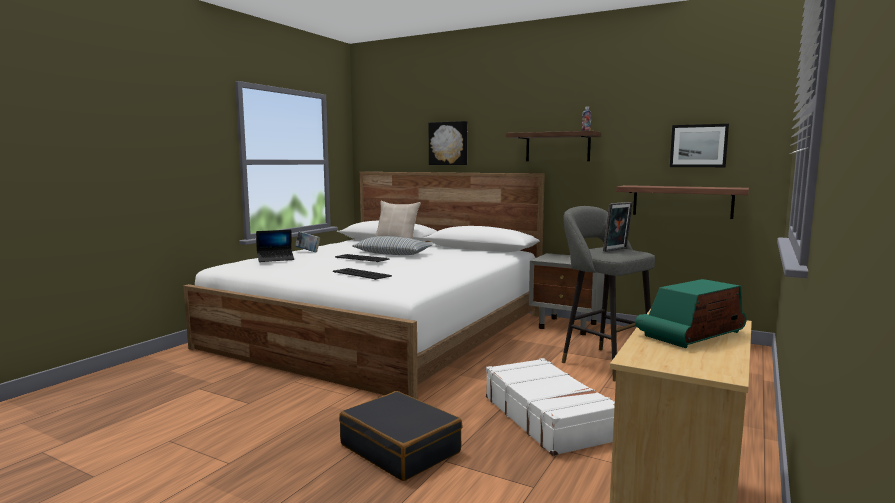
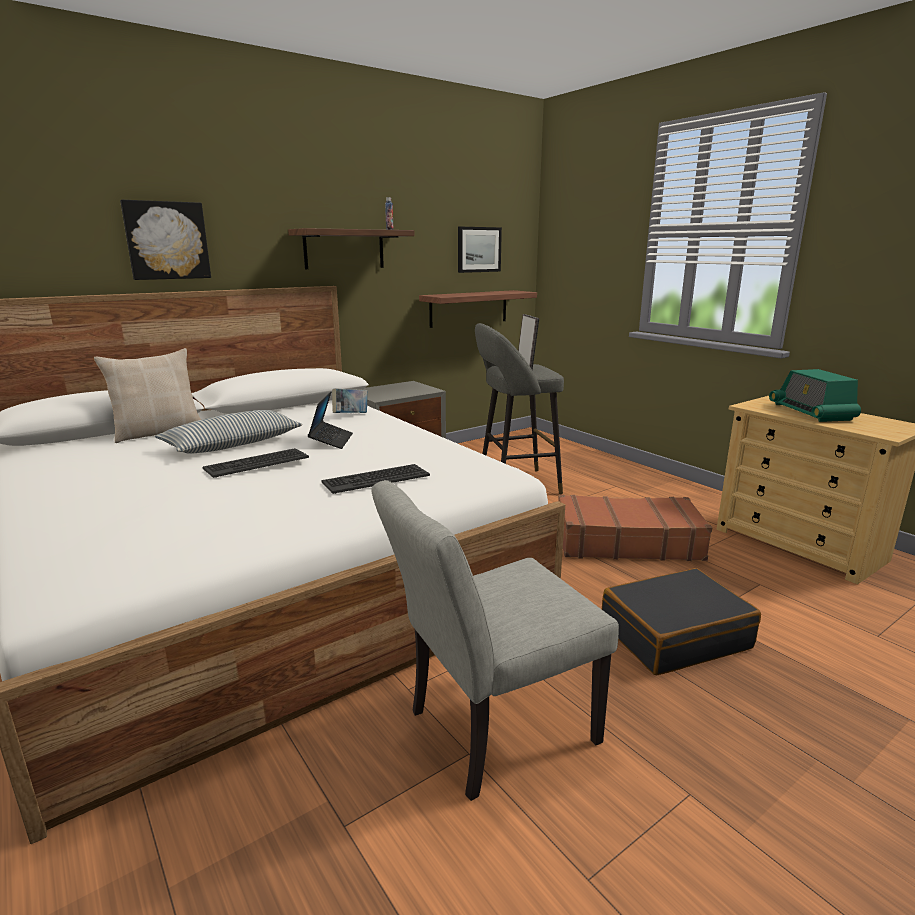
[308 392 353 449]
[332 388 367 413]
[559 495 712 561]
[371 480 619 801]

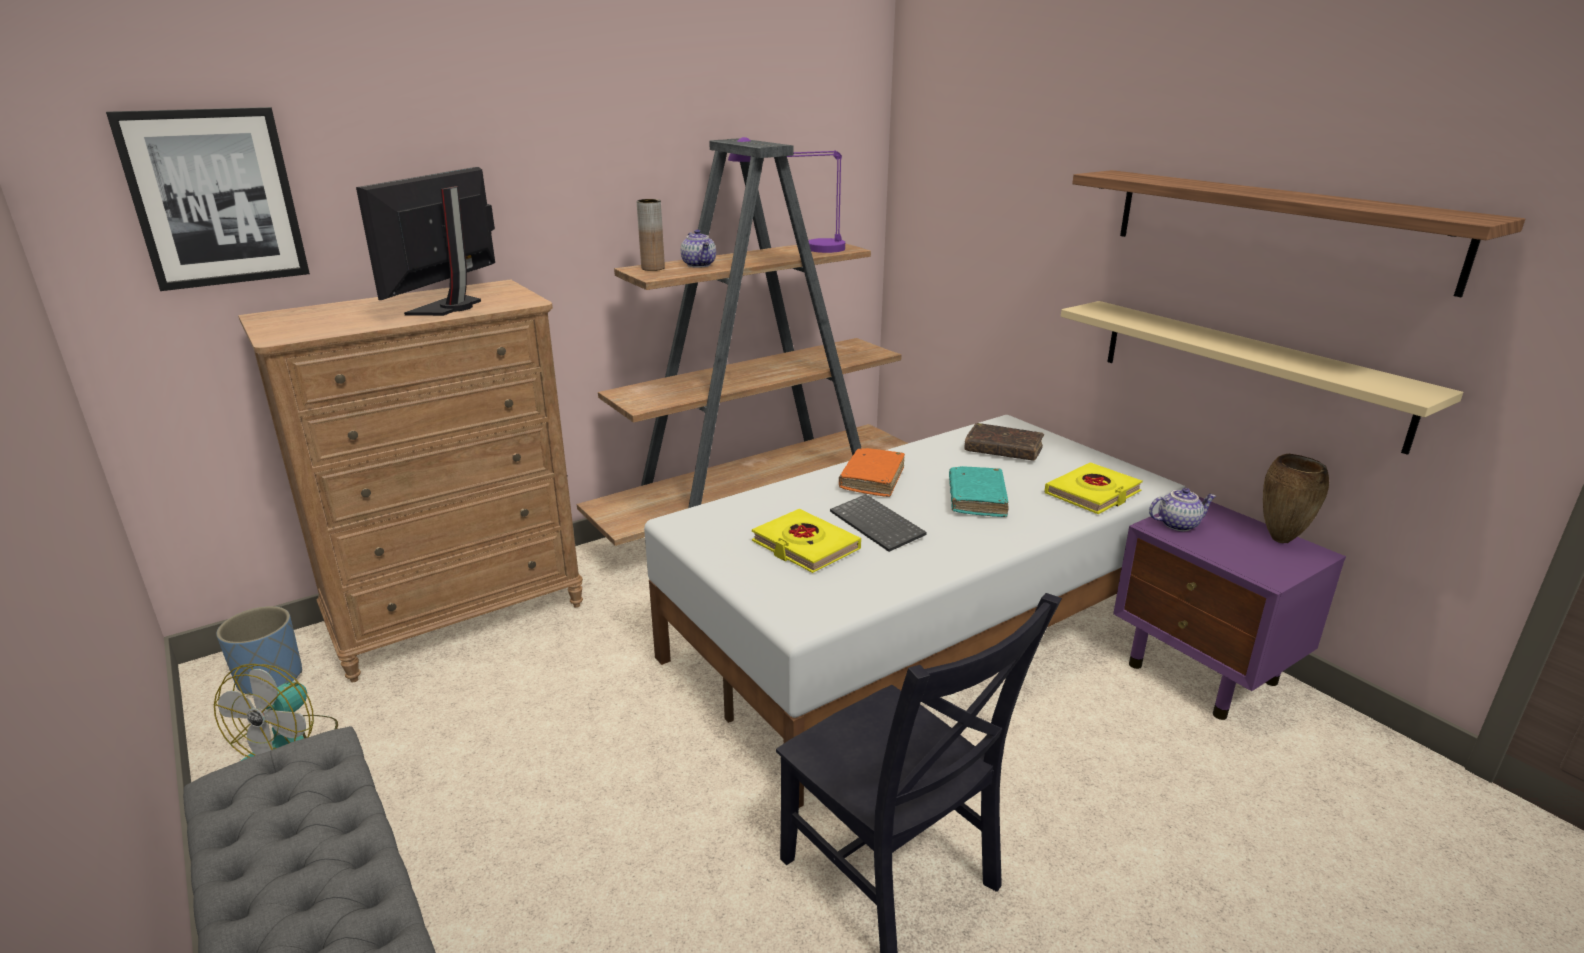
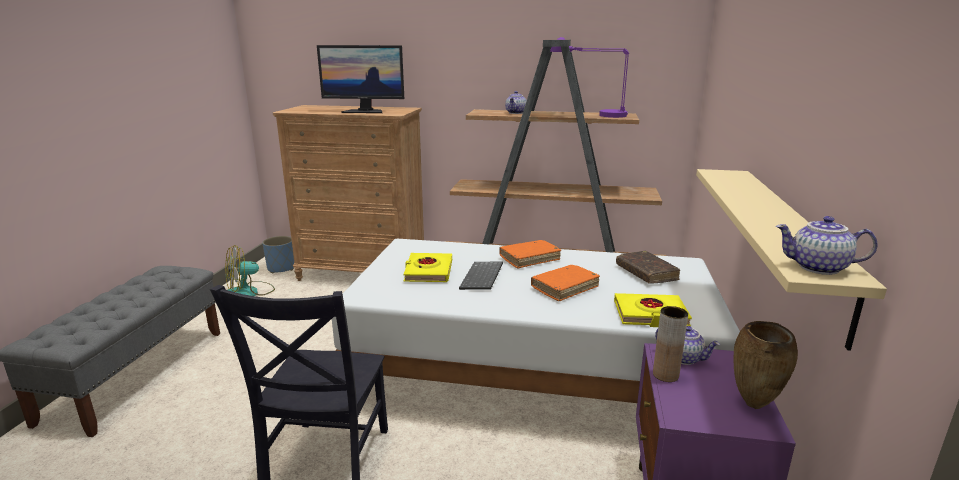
[106 107 310 291] (first image)
[317 45 404 113]
[1072 170 1525 297] (first image)
[653 306 688 382]
[531 265 600 301]
[776 216 878 275]

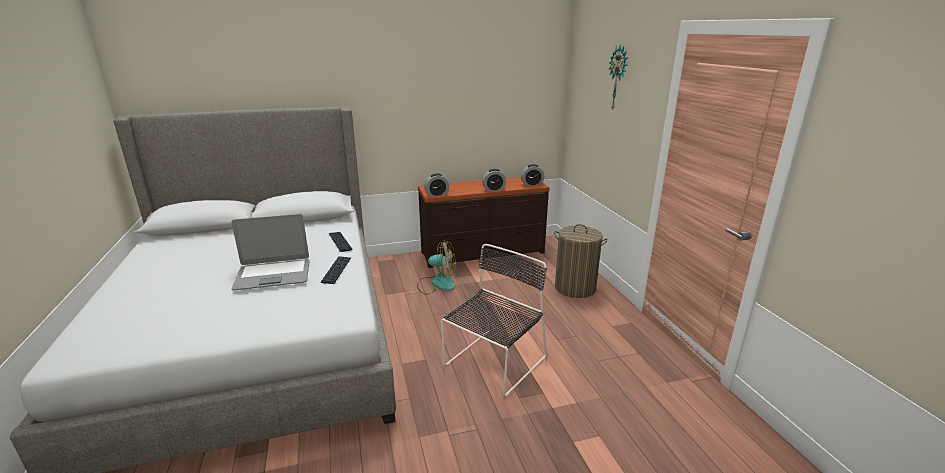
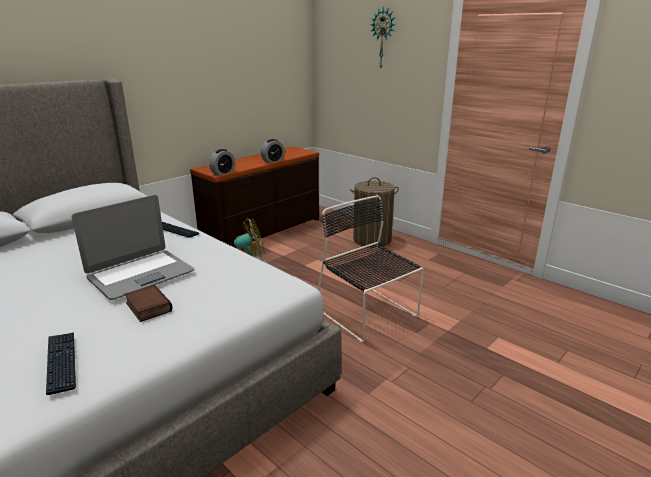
[521 164 544 186] (first image)
[318 195 424 342]
[46 332 76 395]
[124 285 172 322]

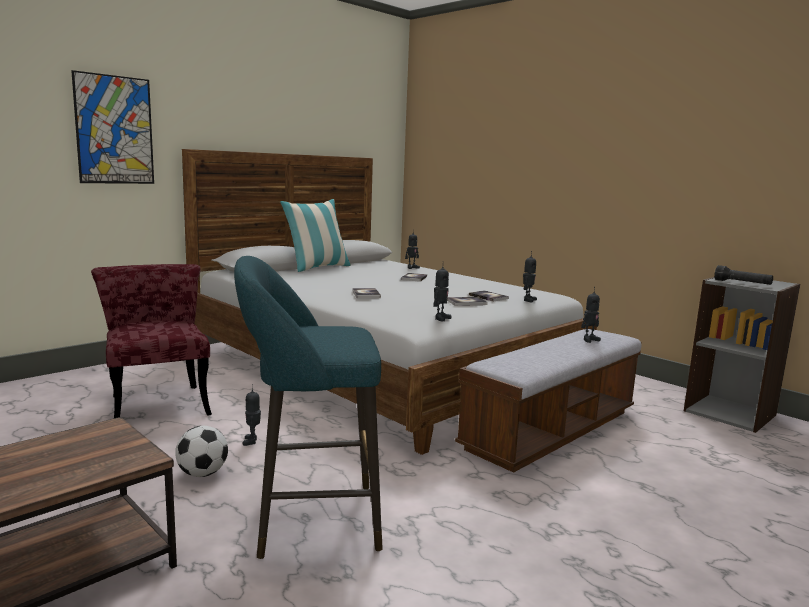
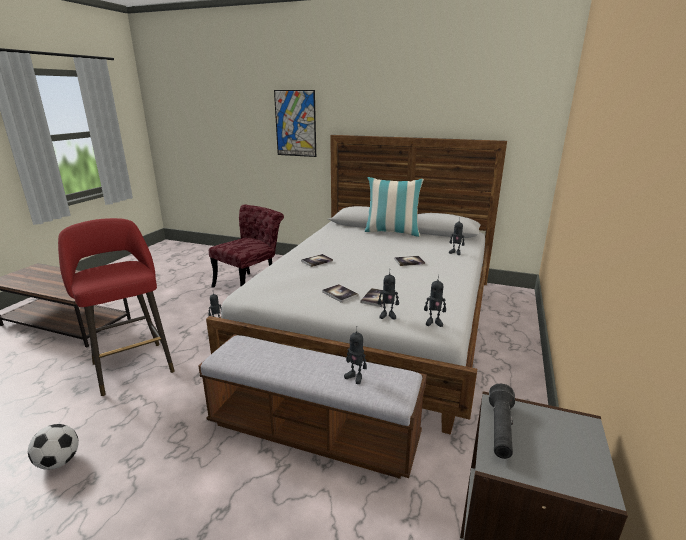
[58 218 174 396]
[424 275 446 327]
[28 424 79 470]

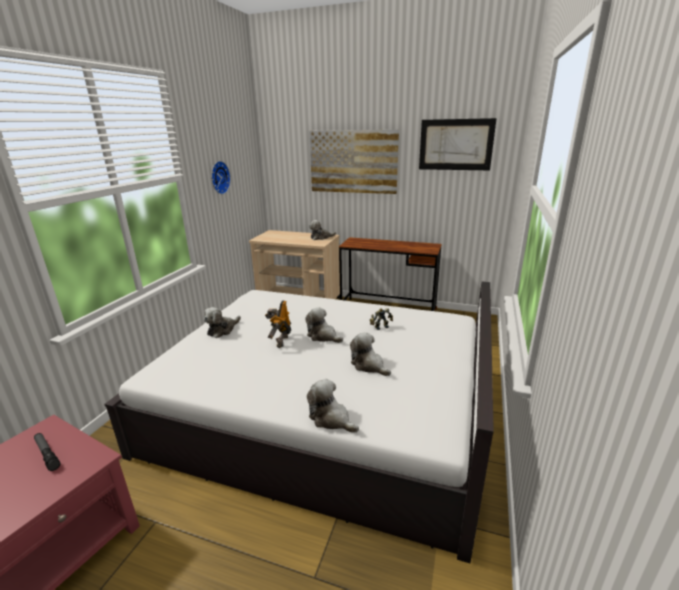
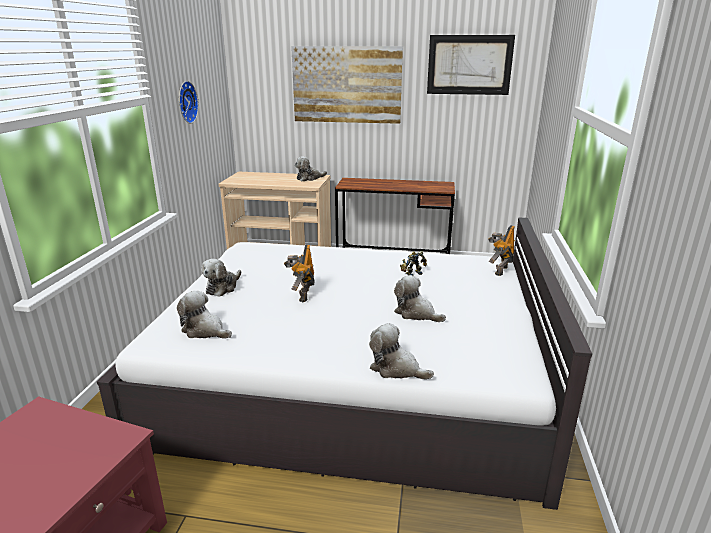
[177 291 232 339]
[34 433 60 471] (first image)
[488 225 515 276]

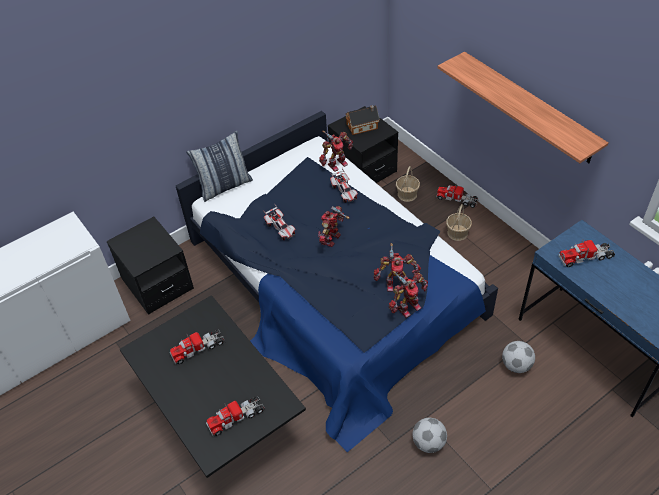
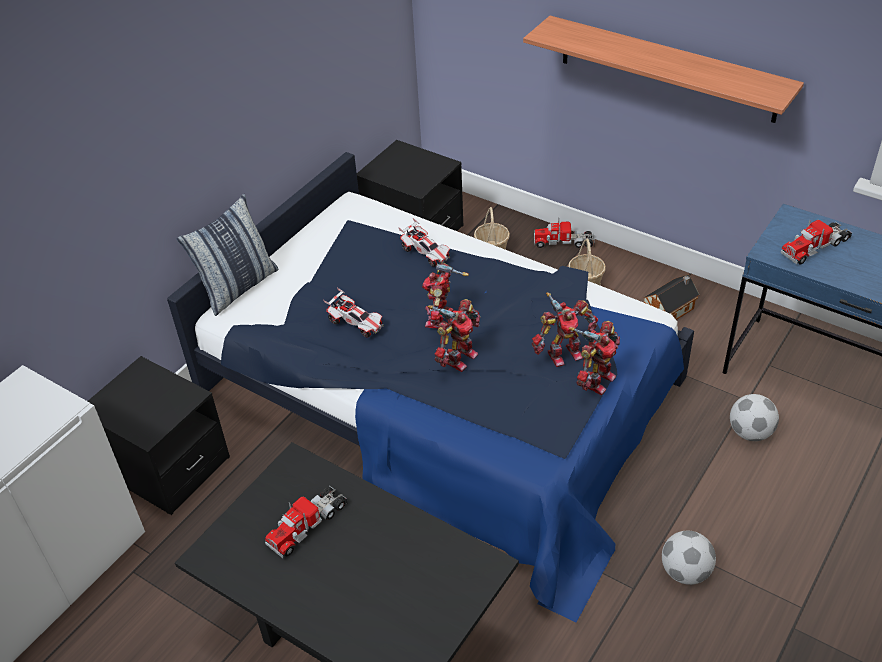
[643 275 699 320]
[427 299 481 372]
[206 396 265 436] (first image)

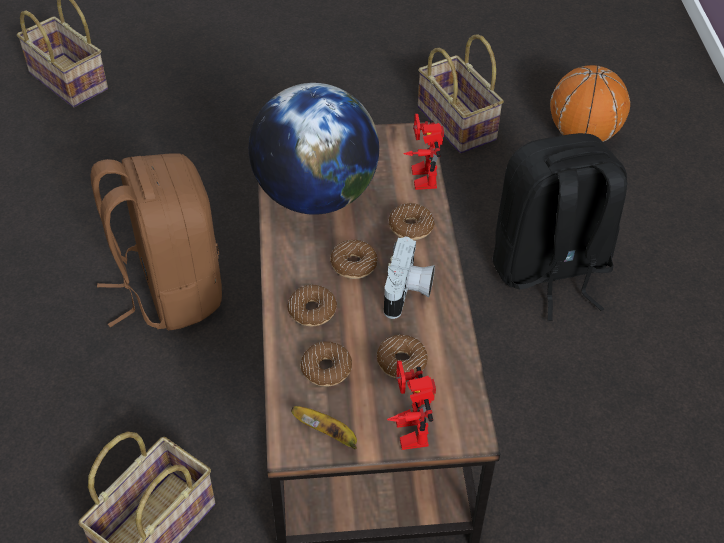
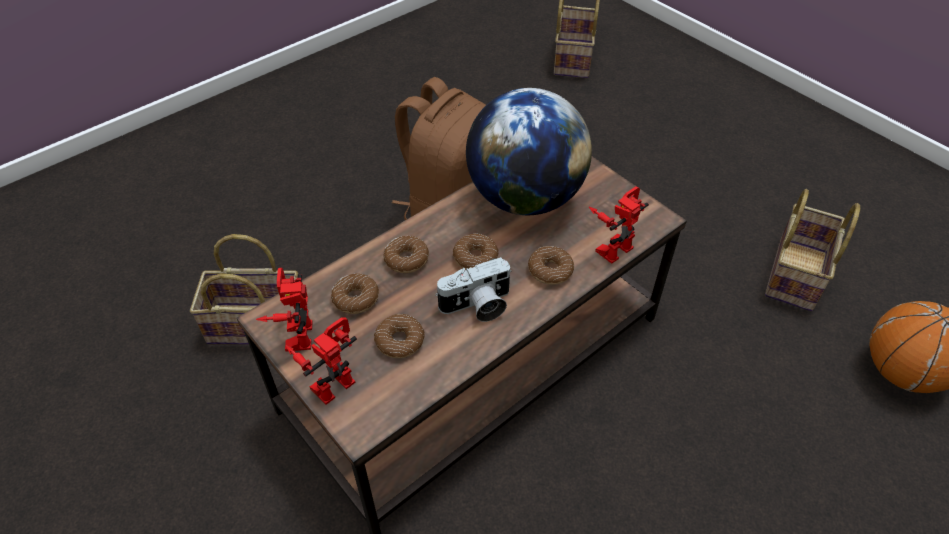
[492 133 627 321] (first image)
[256 268 313 352]

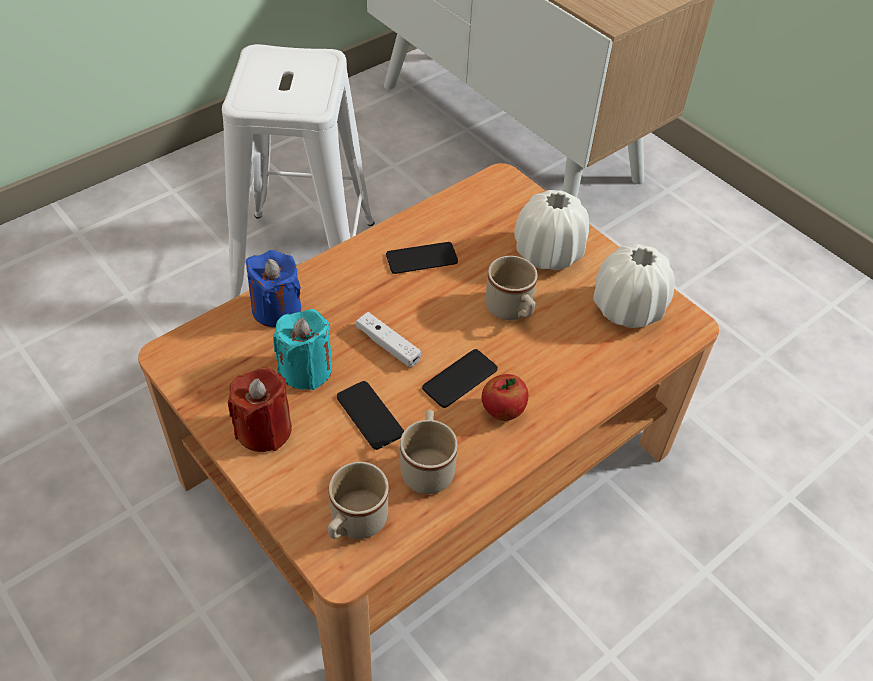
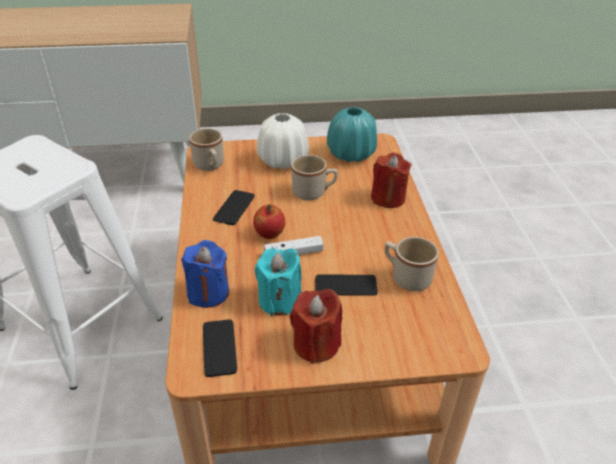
[327 107 377 162]
[203 320 237 377]
[253 204 285 239]
[189 128 224 171]
[371 152 411 208]

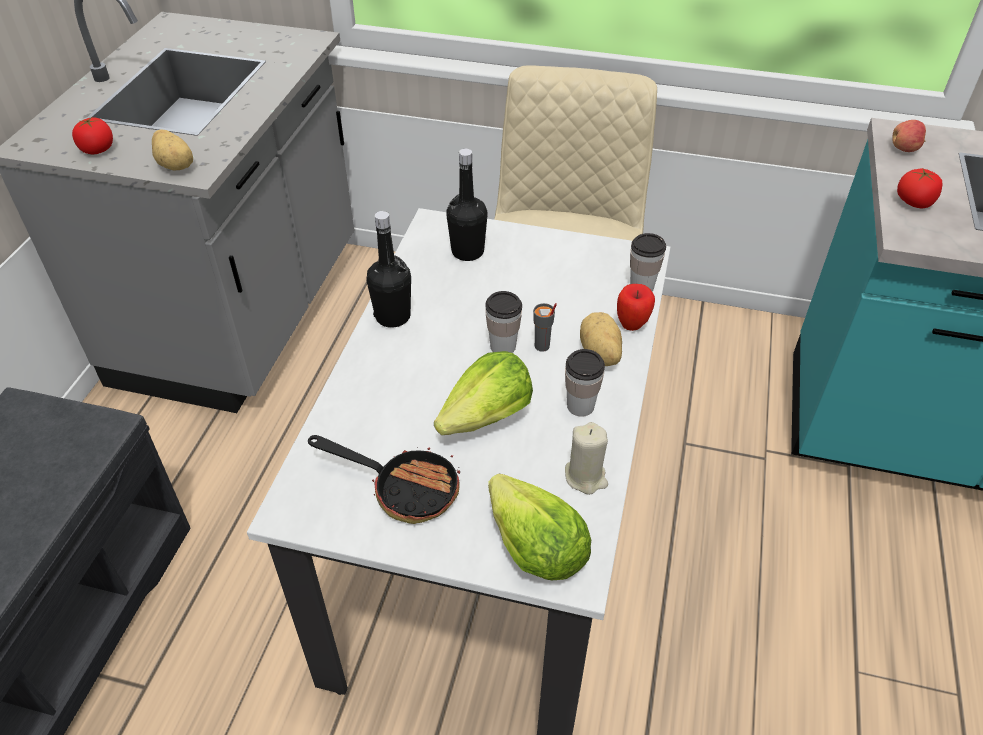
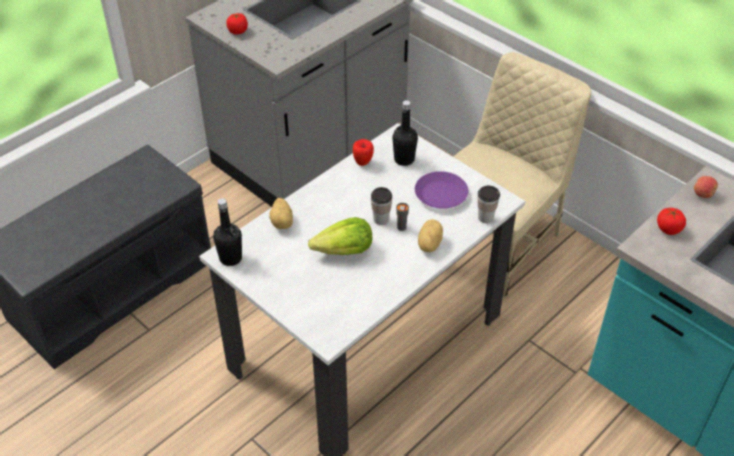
[269 198 293 229]
[213 198 242 266]
[353 139 374 166]
[565 349 605 417] (first image)
[565 422 608 495] (first image)
[308 435 460 524] (first image)
[488 474 591 580] (first image)
[415 171 468 209]

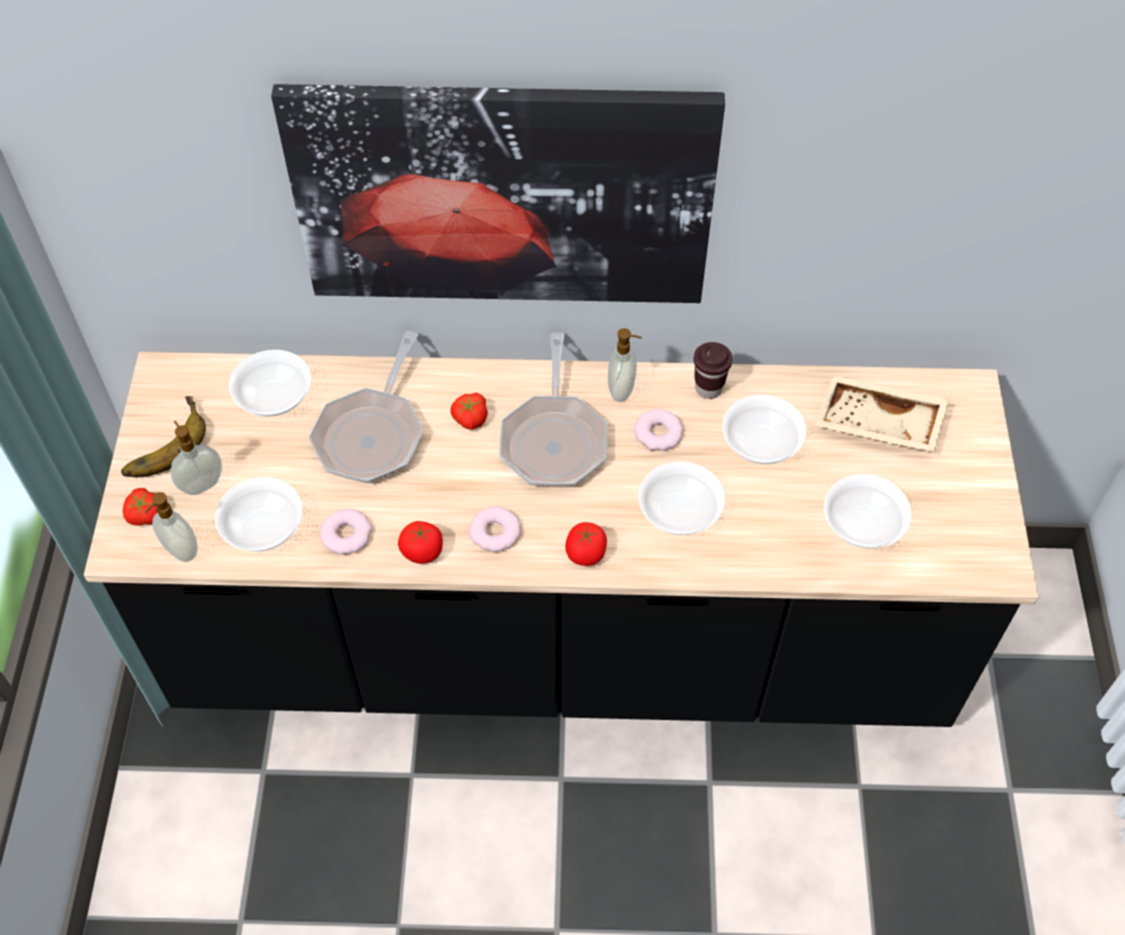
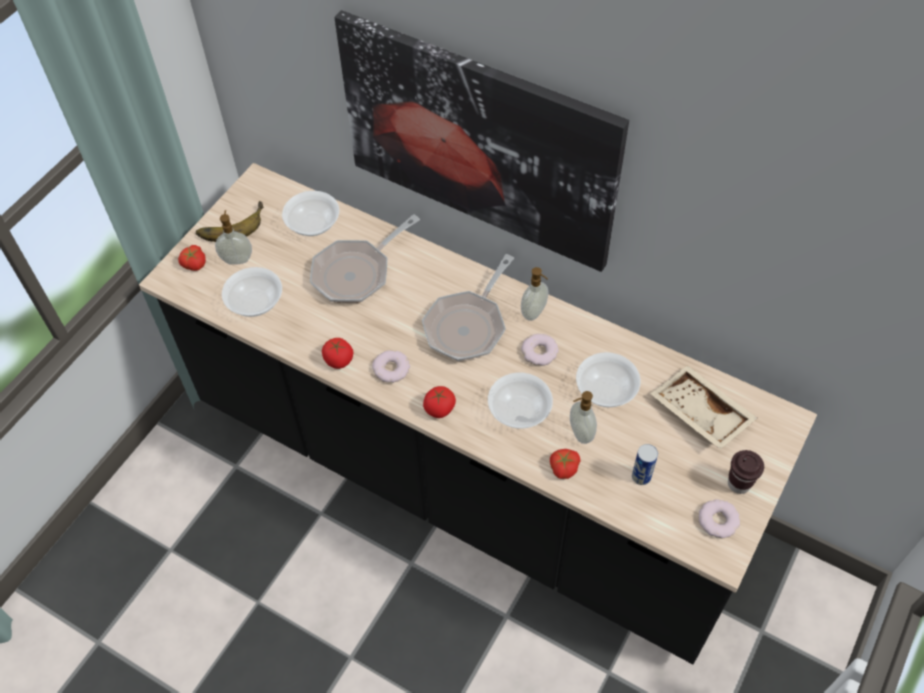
[728 450 764 494]
[550 449 581 479]
[632 444 658 485]
[570 391 597 444]
[698 499 741 539]

